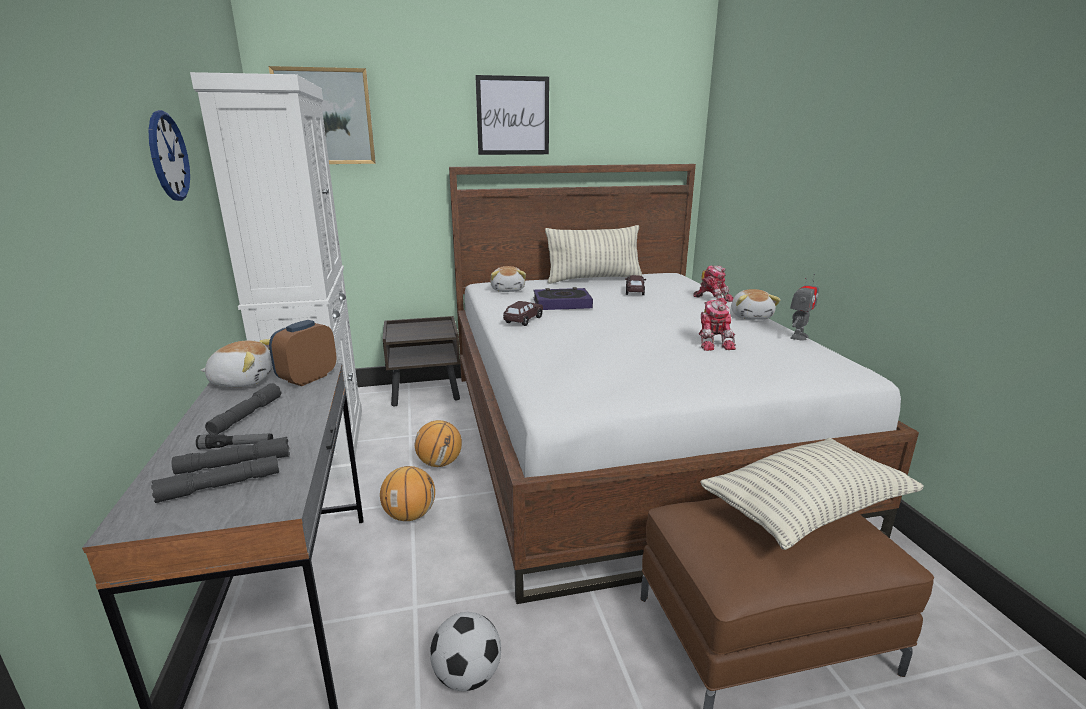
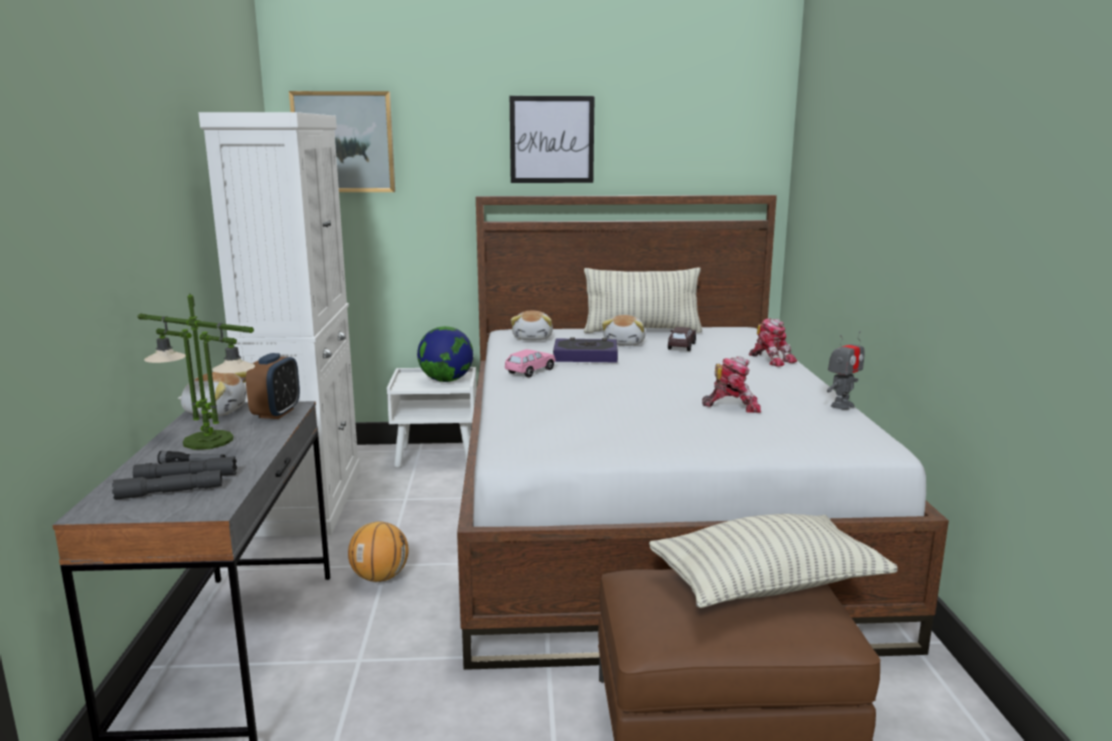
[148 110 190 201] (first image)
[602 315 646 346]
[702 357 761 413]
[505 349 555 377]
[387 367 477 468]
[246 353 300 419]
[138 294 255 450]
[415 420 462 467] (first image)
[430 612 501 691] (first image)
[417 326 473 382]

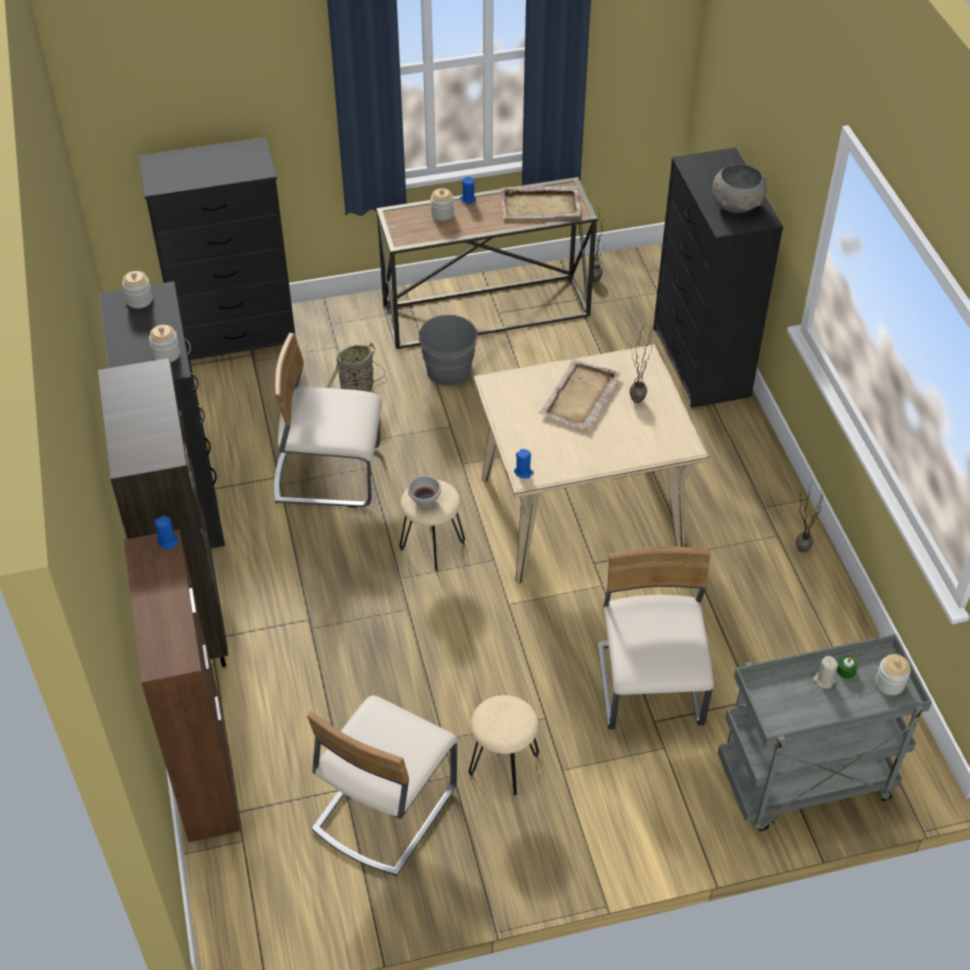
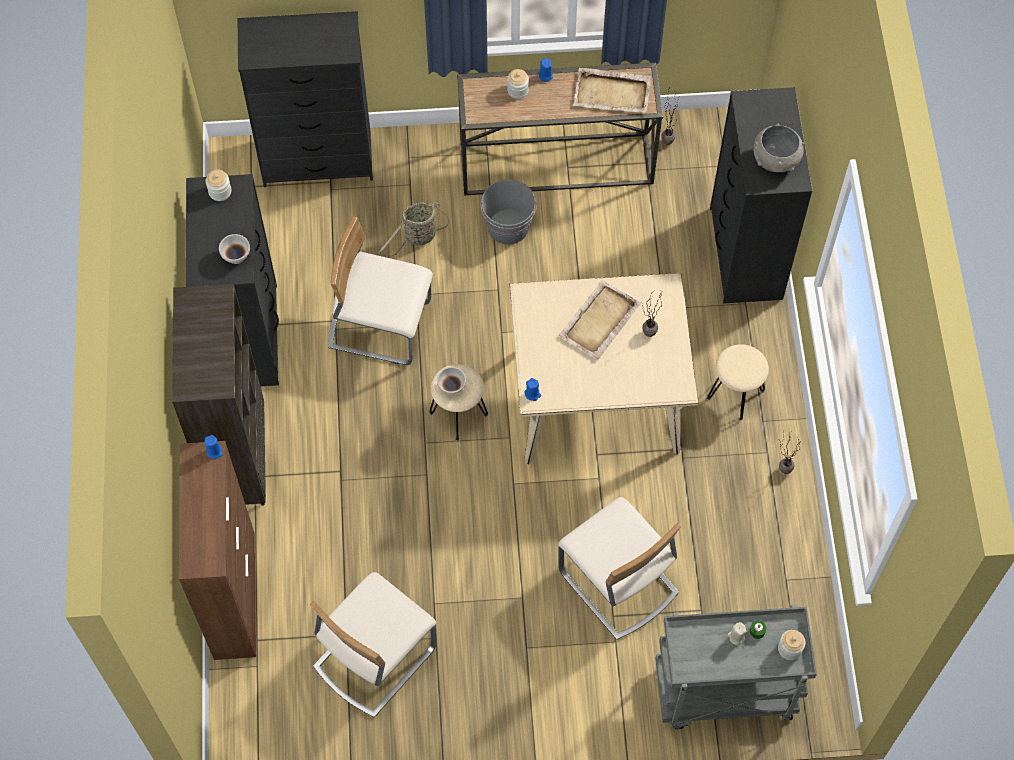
[219 234 250 264]
[558 497 681 640]
[707 344 769 420]

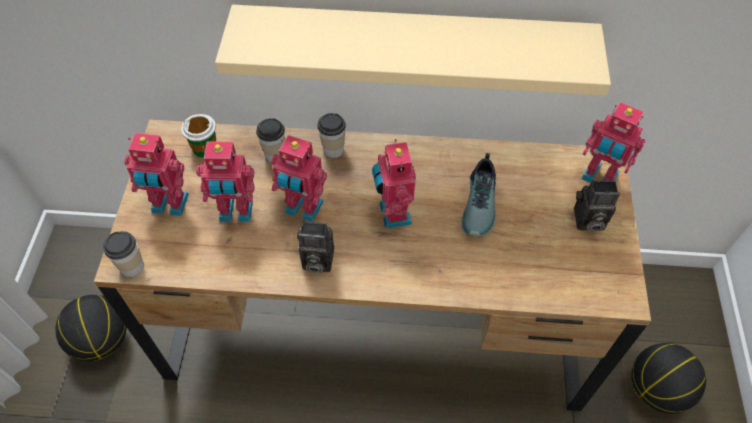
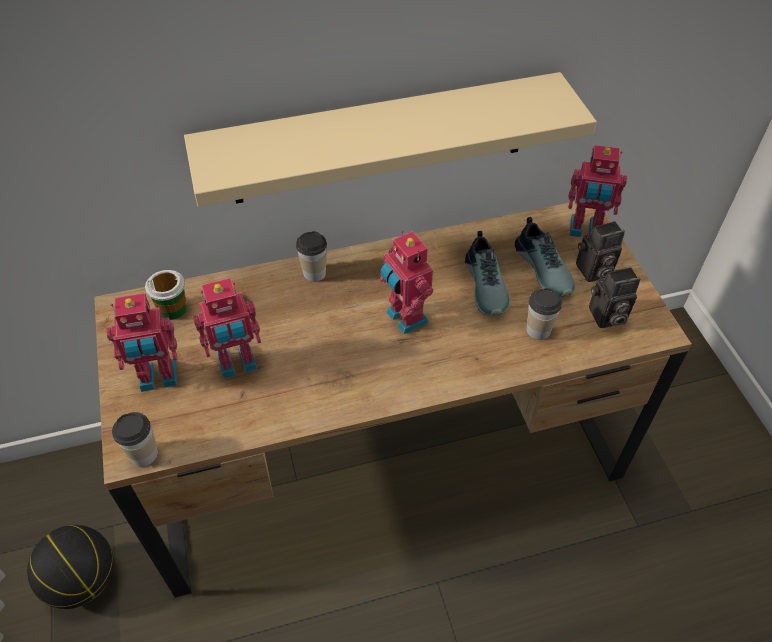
[526 288 562 340]
[271 135 327 222] (first image)
[589 267 641 328]
[631 343 706 414] (first image)
[515 217 575 297]

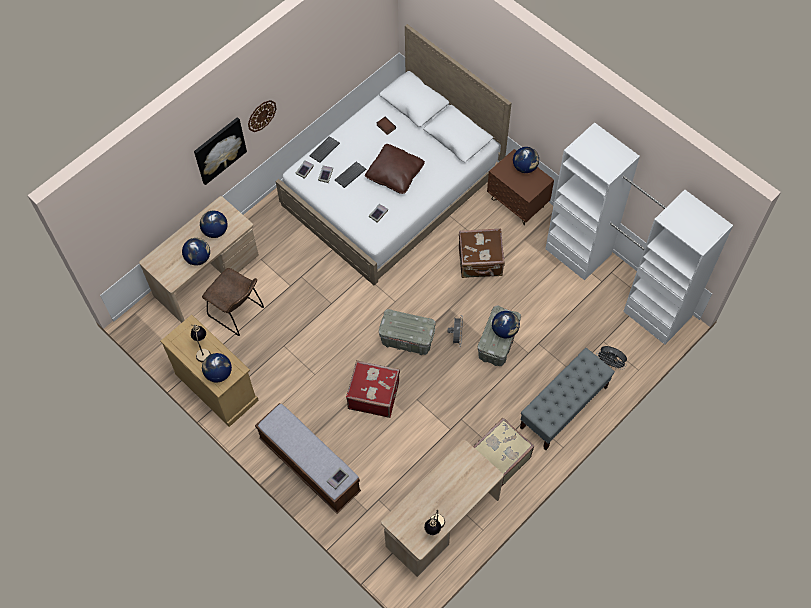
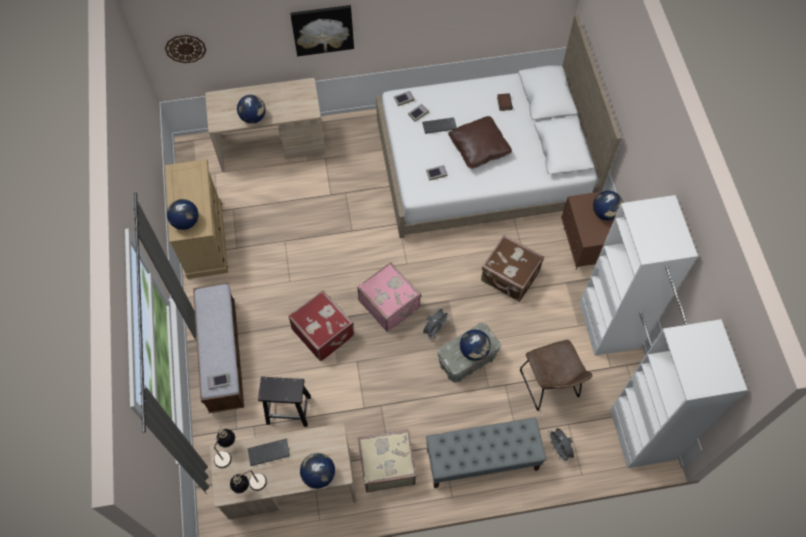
[165 35 206 63]
[247 439 290 466]
[300 453 335 489]
[520 340 593 411]
[357 262 421 332]
[214 426 235 468]
[258 377 311 427]

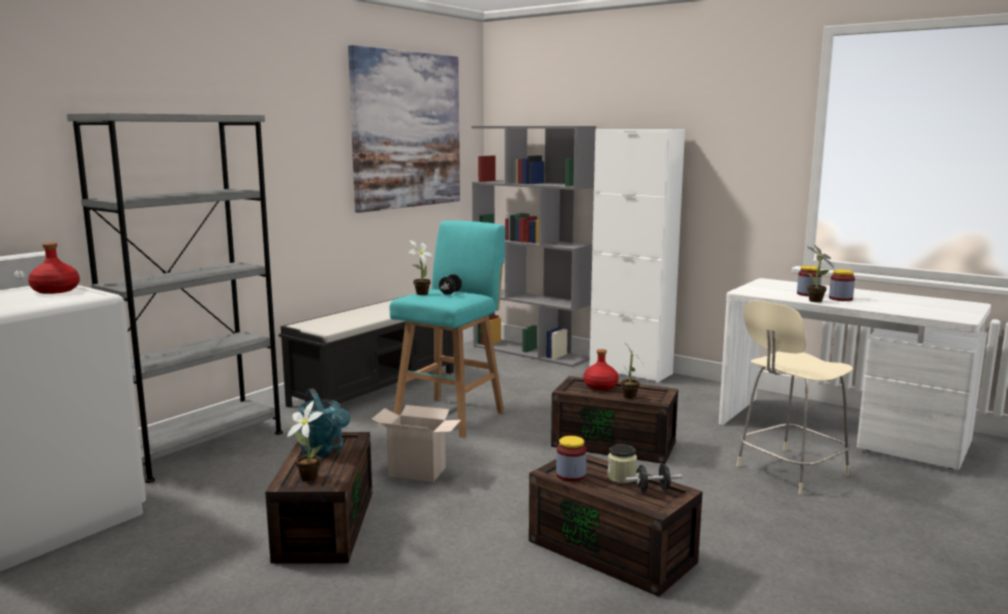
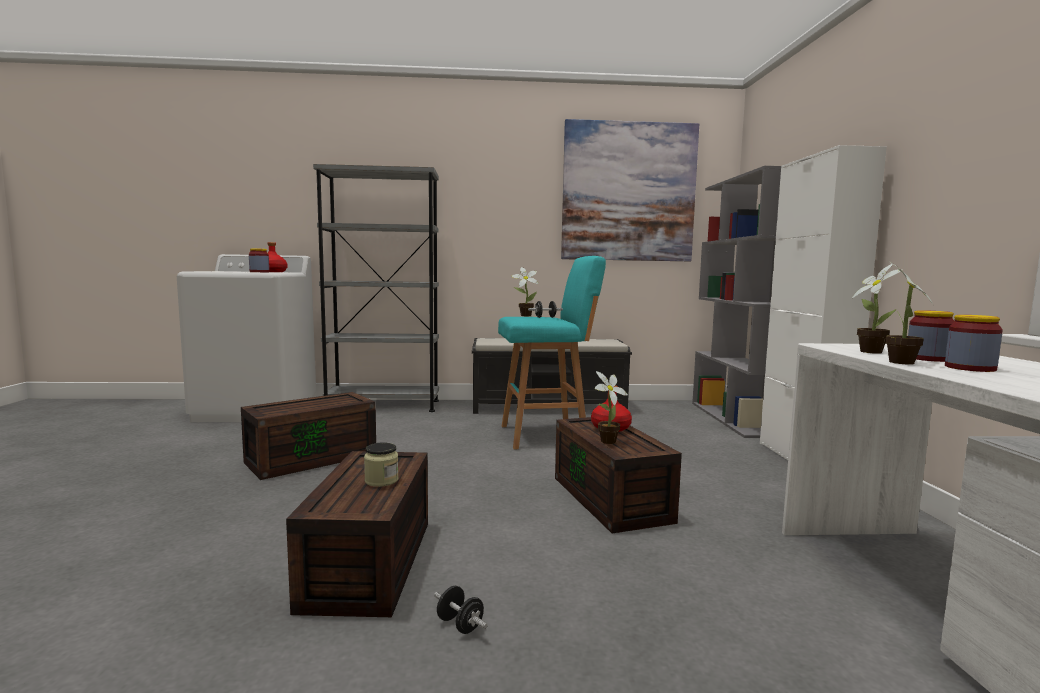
[737 300 853 494] (first image)
[299 389 350 457] (first image)
[851 264 903 354]
[371 405 461 482] (first image)
[249 248 269 272]
[434 586 488 634]

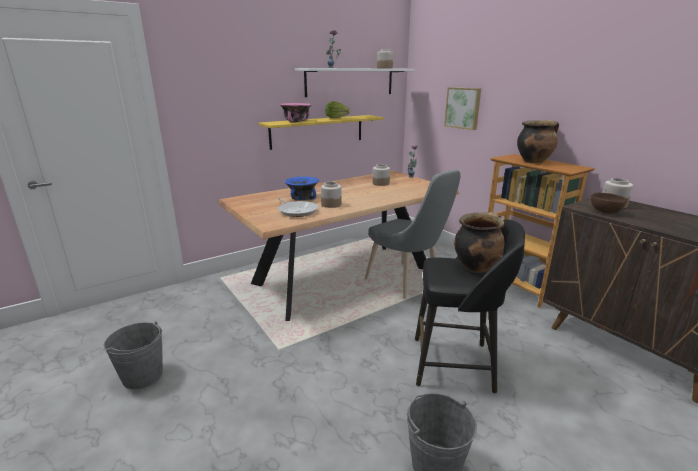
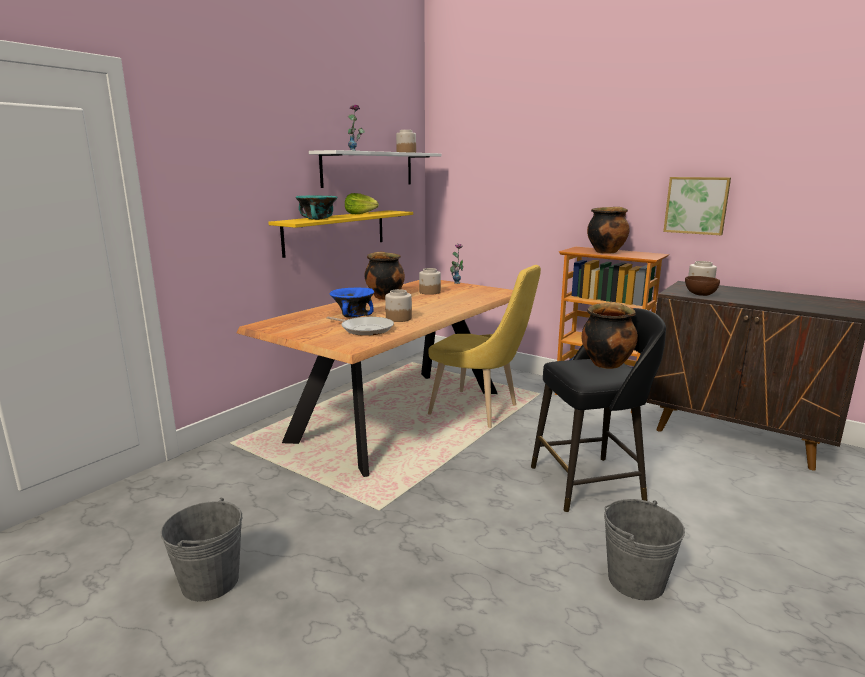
[663 177 731 235]
[296 195 338 220]
[428 265 541 428]
[365 252 405 300]

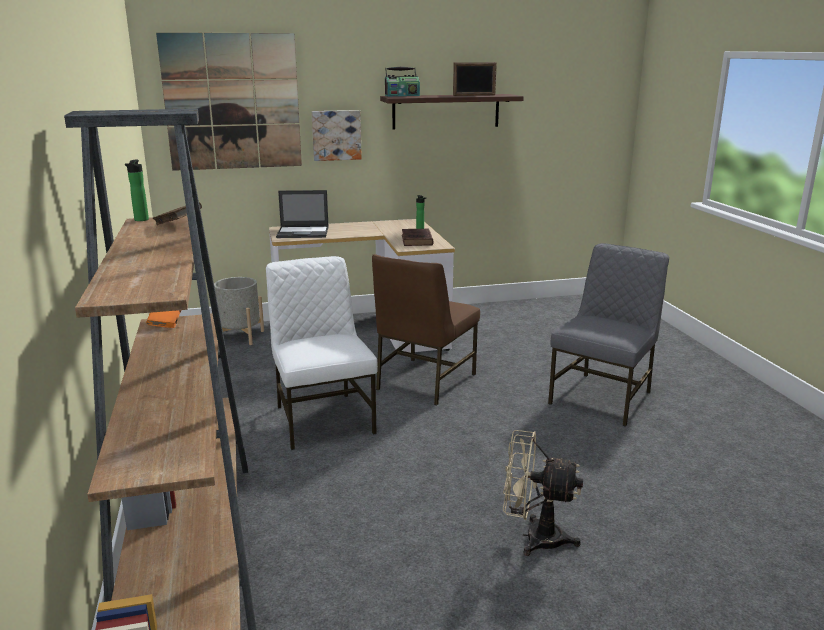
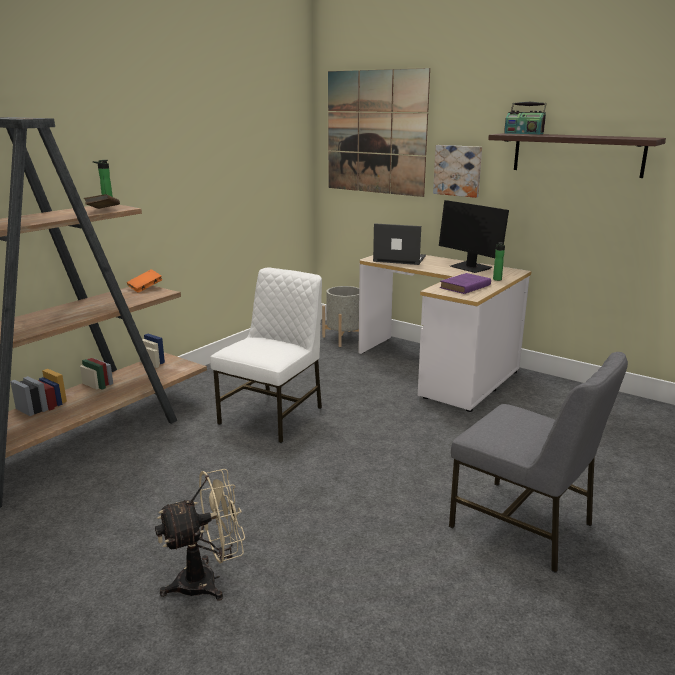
[453 62 497 96] (first image)
[373 223 426 265]
[440 273 491 294]
[449 352 628 573]
[372 254 480 405] (first image)
[155 469 245 600]
[439 200 509 273]

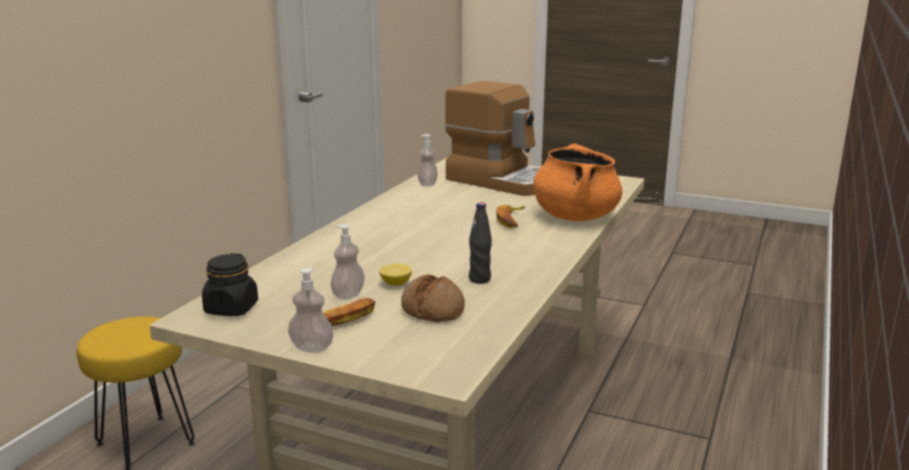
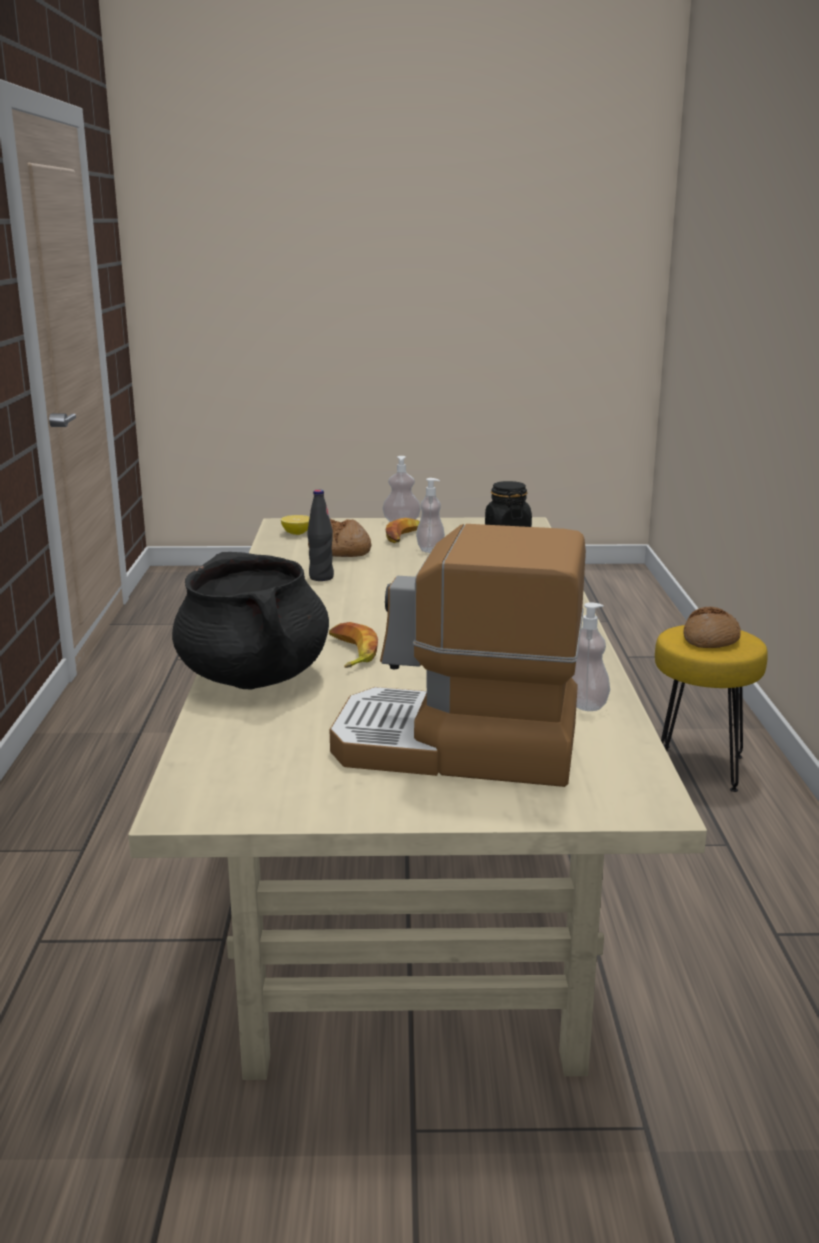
[172 552 329 689]
[281 515 310 535]
[683 607 741 648]

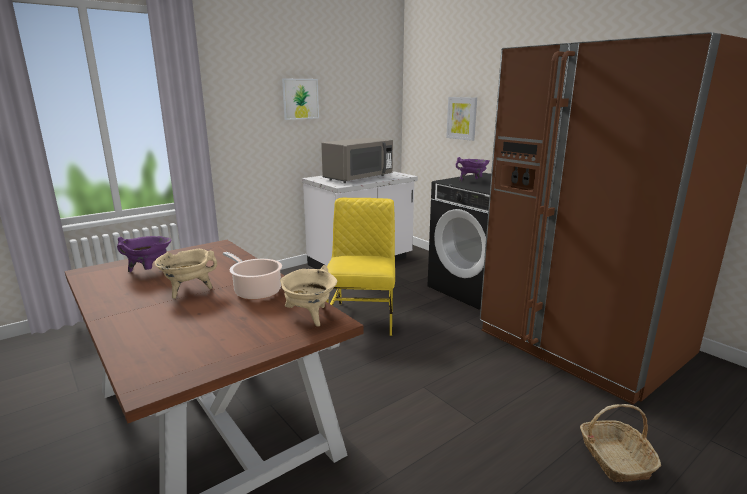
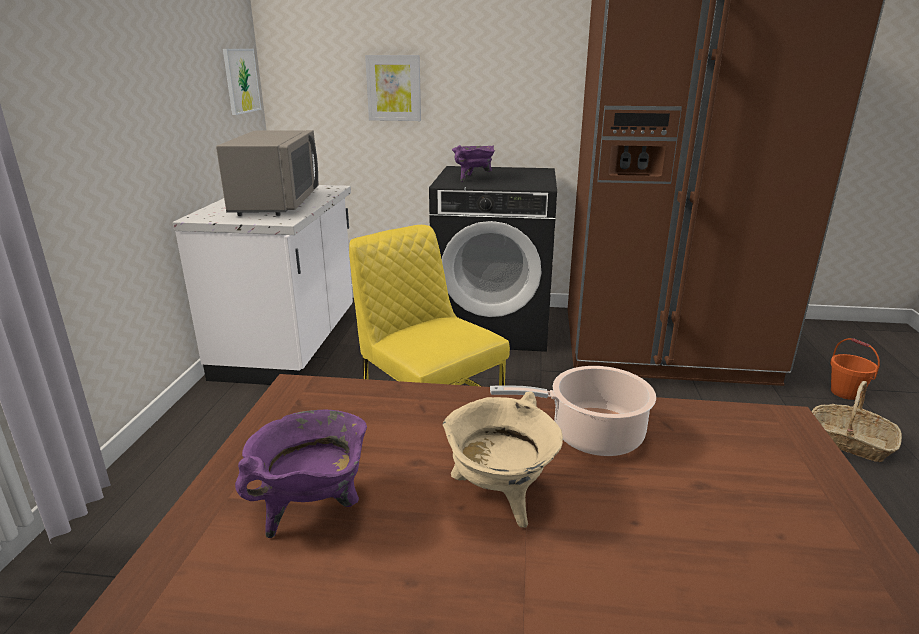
[223 49 261 115]
[280 265 337 326] (first image)
[830 338 880 400]

